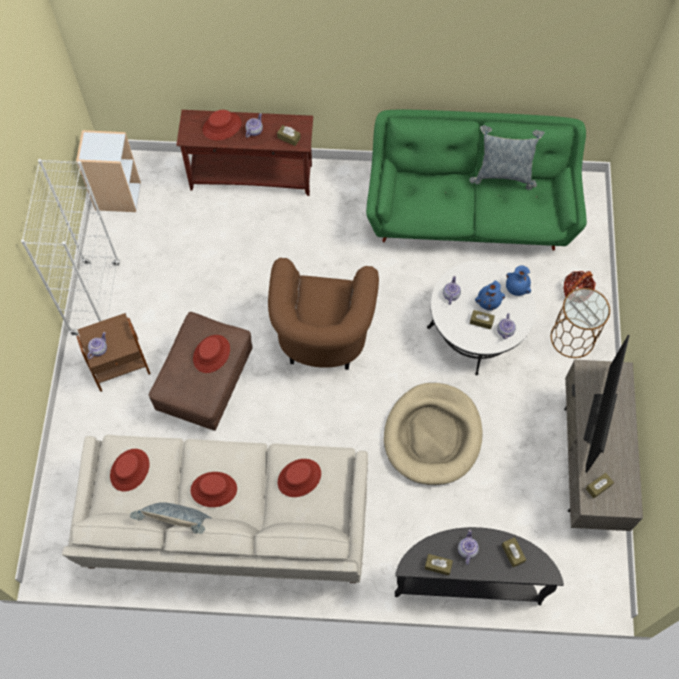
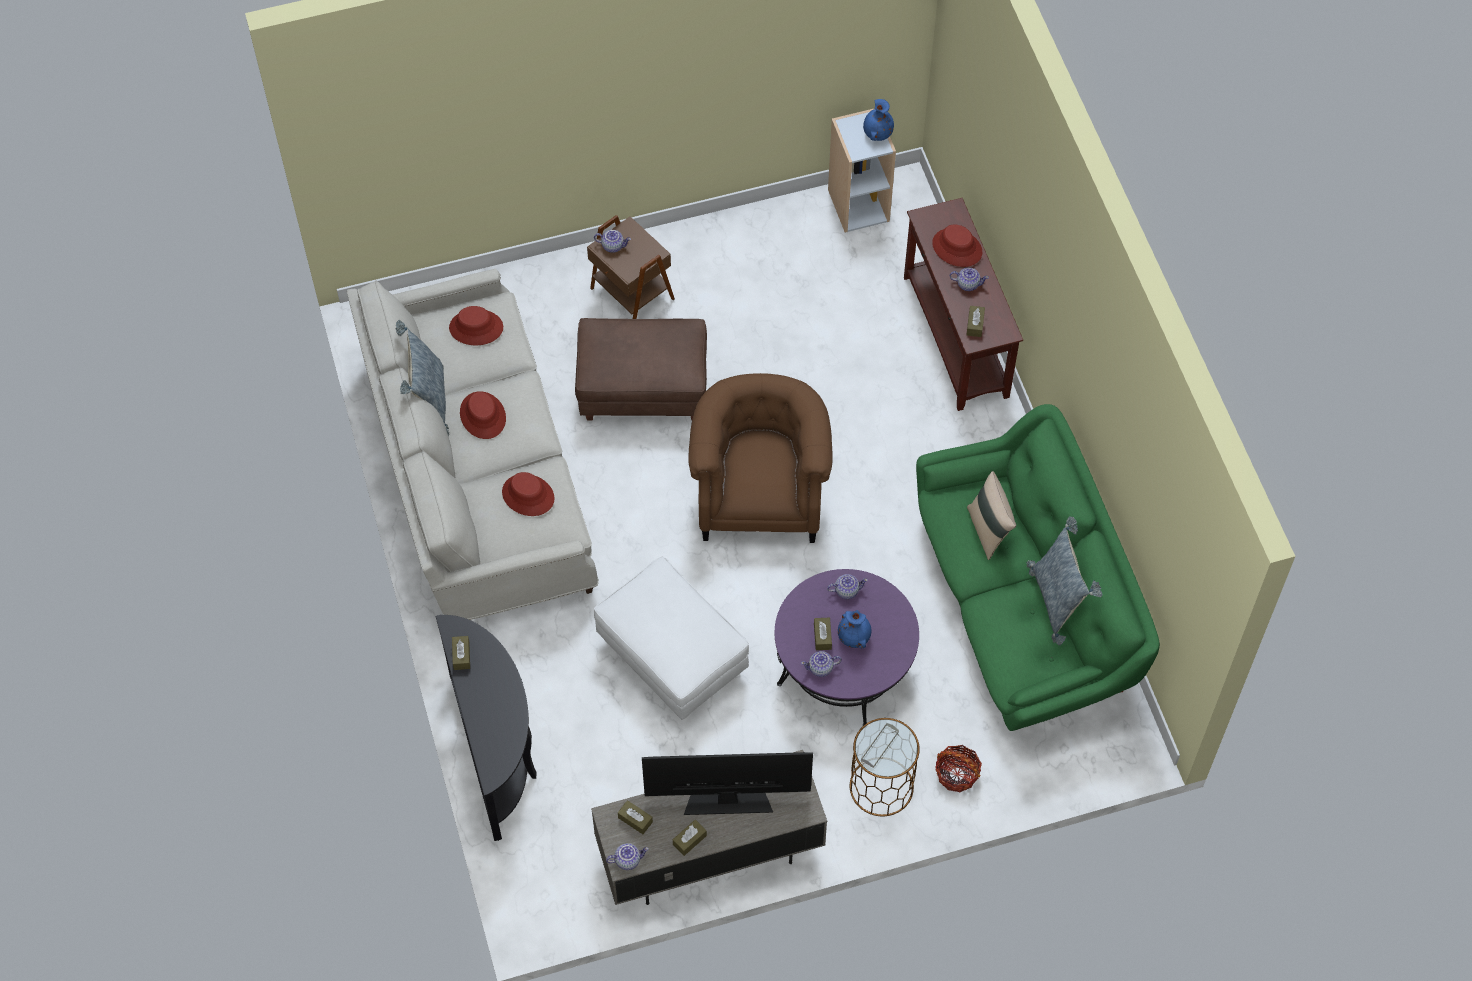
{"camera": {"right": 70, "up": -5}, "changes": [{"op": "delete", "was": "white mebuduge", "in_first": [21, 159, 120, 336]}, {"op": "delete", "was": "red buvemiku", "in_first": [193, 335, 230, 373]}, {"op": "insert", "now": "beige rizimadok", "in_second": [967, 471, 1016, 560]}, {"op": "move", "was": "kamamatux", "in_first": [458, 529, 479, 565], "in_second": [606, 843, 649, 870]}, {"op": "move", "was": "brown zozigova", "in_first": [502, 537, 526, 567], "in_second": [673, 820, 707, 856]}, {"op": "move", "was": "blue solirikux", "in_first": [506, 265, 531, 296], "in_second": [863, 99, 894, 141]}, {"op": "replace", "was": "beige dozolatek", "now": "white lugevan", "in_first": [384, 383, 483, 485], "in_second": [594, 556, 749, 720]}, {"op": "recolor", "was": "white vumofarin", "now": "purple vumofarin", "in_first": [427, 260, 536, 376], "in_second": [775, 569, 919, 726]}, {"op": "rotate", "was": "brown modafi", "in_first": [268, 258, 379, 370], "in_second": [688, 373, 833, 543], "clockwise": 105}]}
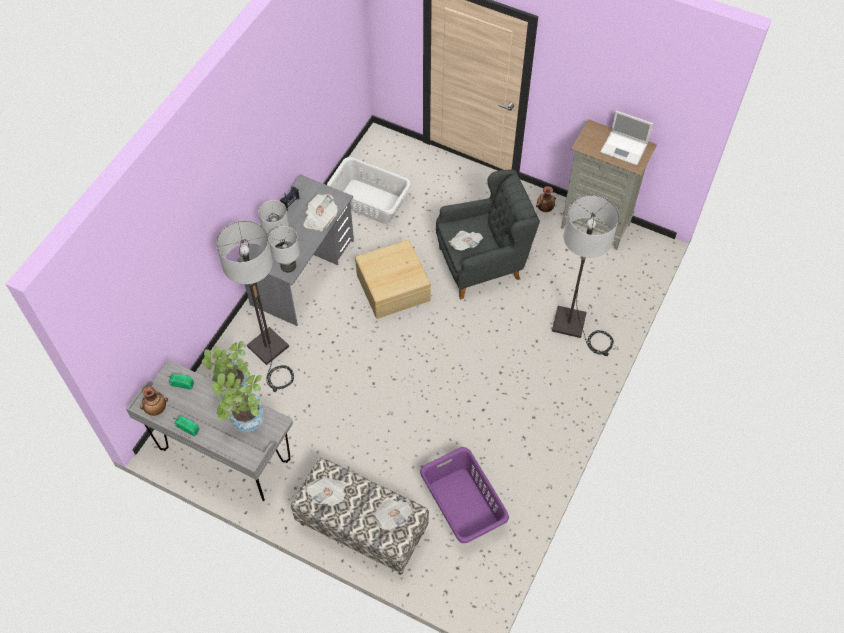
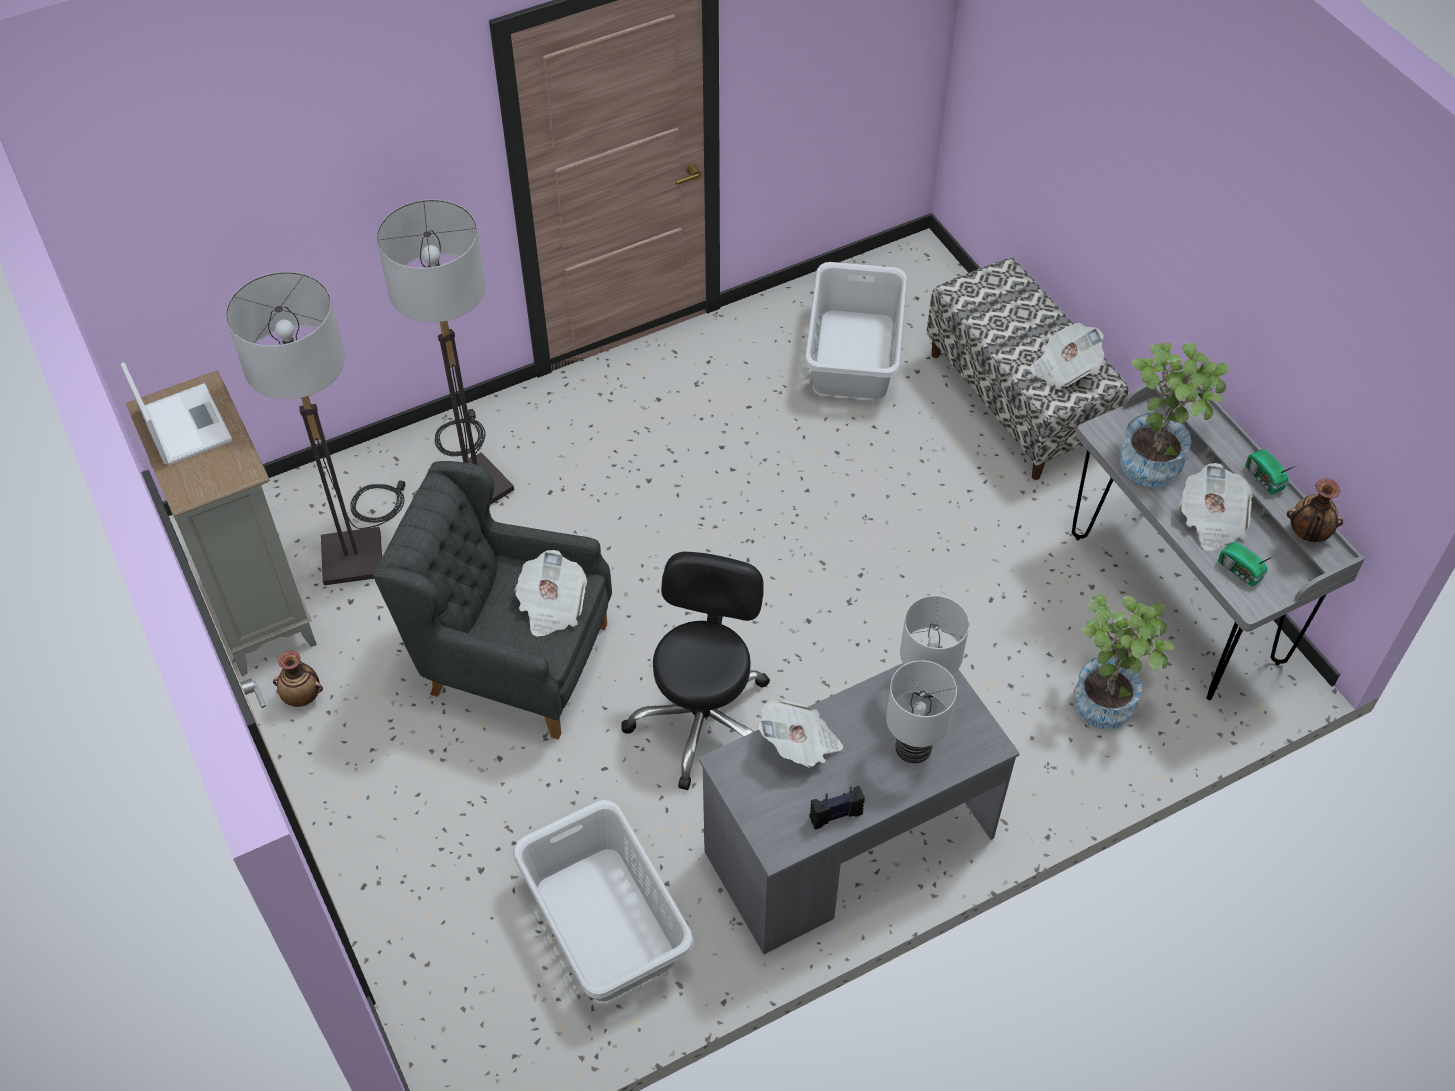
{"camera": {"right": -145, "up": -5}, "changes": [{"op": "move", "was": "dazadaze", "in_first": [216, 221, 294, 392], "in_second": [226, 272, 405, 585]}, {"op": "move", "was": "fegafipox", "in_first": [372, 497, 412, 530], "in_second": [1180, 463, 1253, 551]}, {"op": "replace", "was": "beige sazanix", "now": "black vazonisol", "in_first": [355, 239, 431, 319], "in_second": [621, 552, 770, 790]}, {"op": "recolor", "was": "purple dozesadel", "now": "grey dozesadel", "in_first": [420, 447, 509, 543], "in_second": [805, 262, 907, 399]}]}
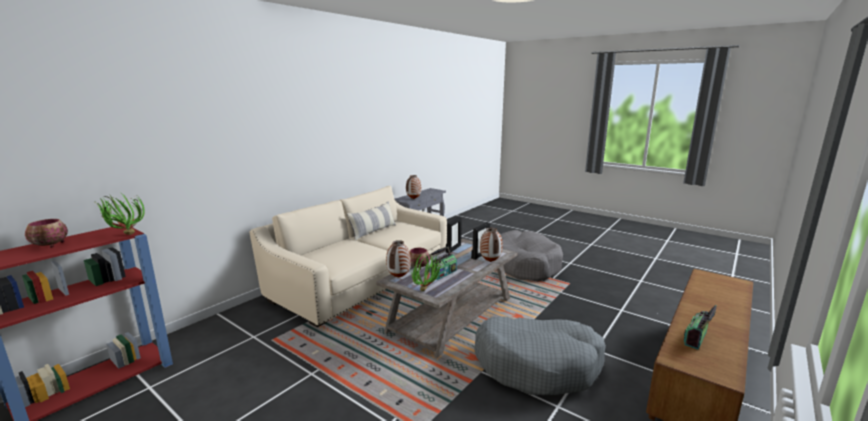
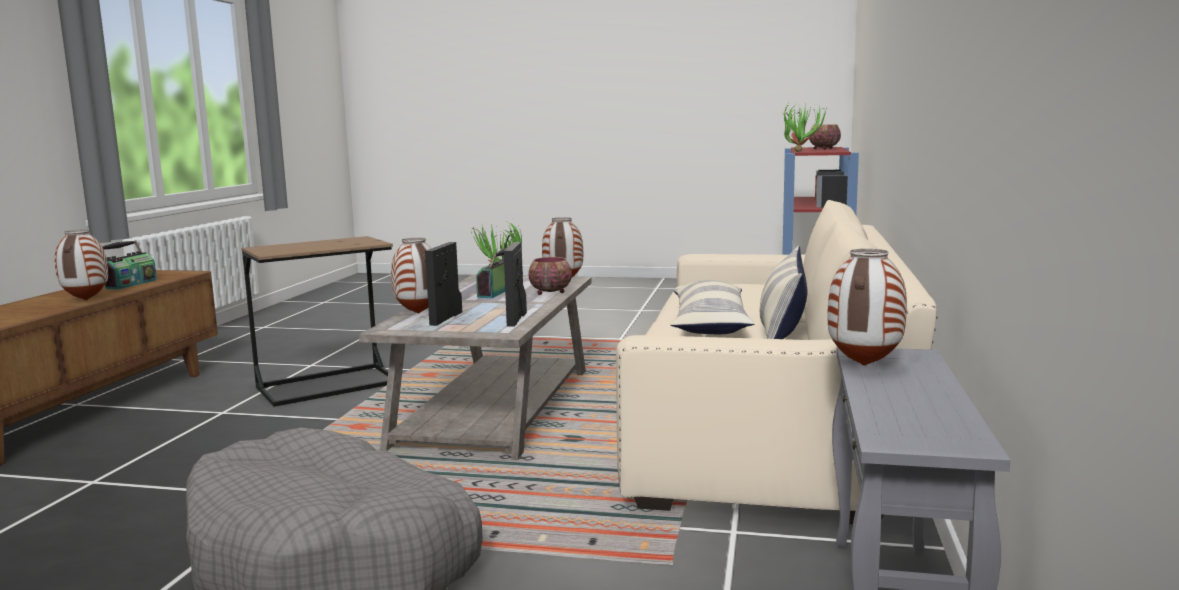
{"camera": {"right": 155, "up": -5}, "changes": [{"op": "insert", "now": "solirikux", "in_second": [55, 230, 108, 300]}, {"op": "insert", "now": "rizimadok", "in_second": [670, 280, 754, 334]}, {"op": "replace", "was": "grey dozolatek", "now": "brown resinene", "in_first": [474, 316, 606, 395], "in_second": [242, 236, 393, 407]}]}
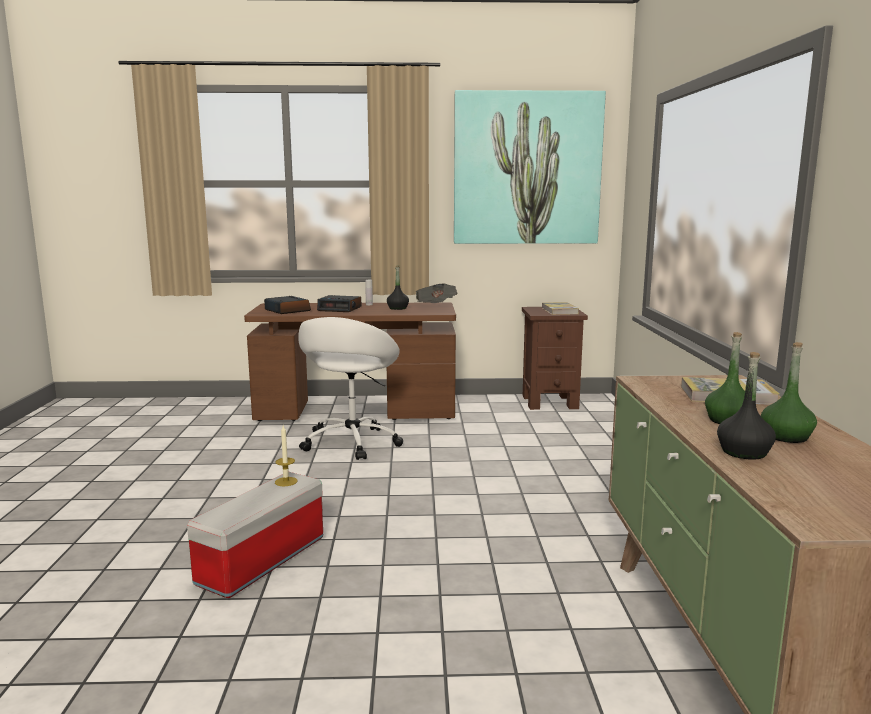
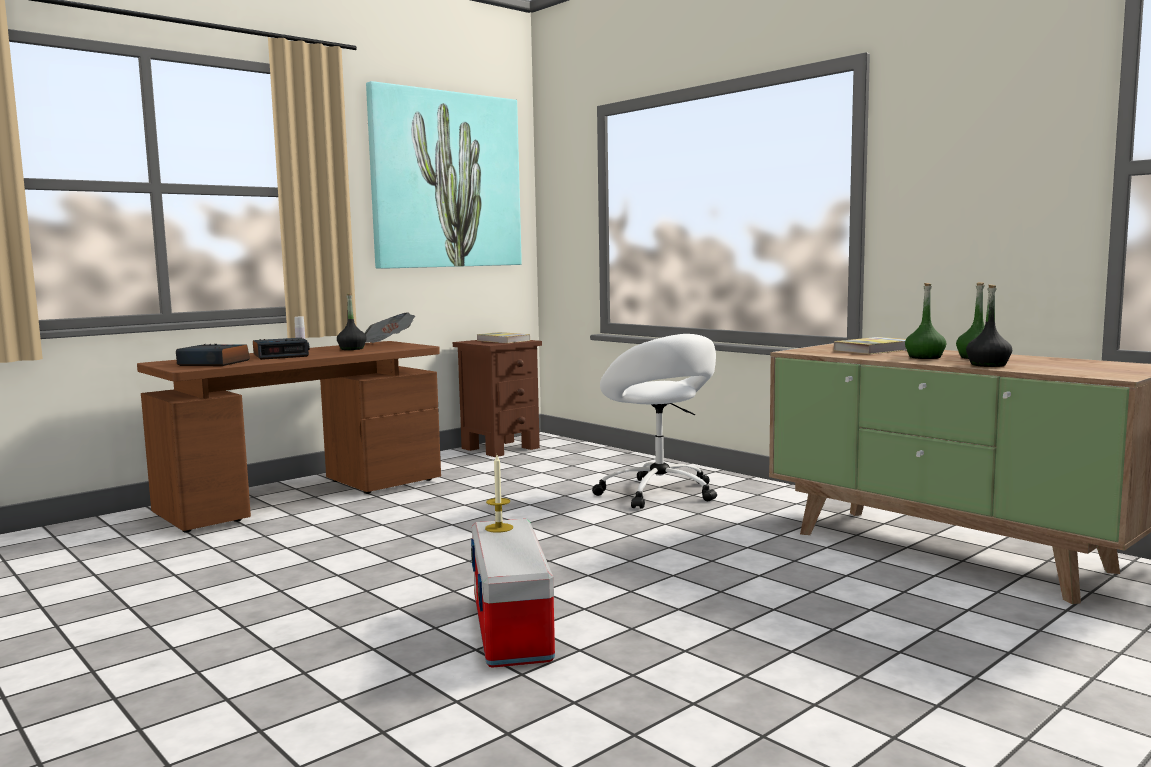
{"camera": {"right": -40, "up": -5}, "changes": [{"op": "move", "was": "white vazonisol", "in_first": [298, 317, 403, 460], "in_second": [592, 334, 717, 509]}]}
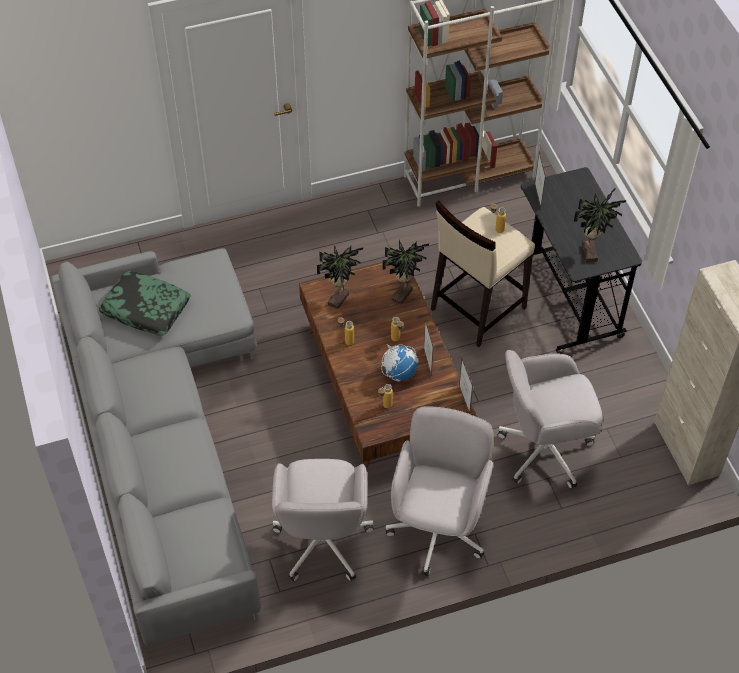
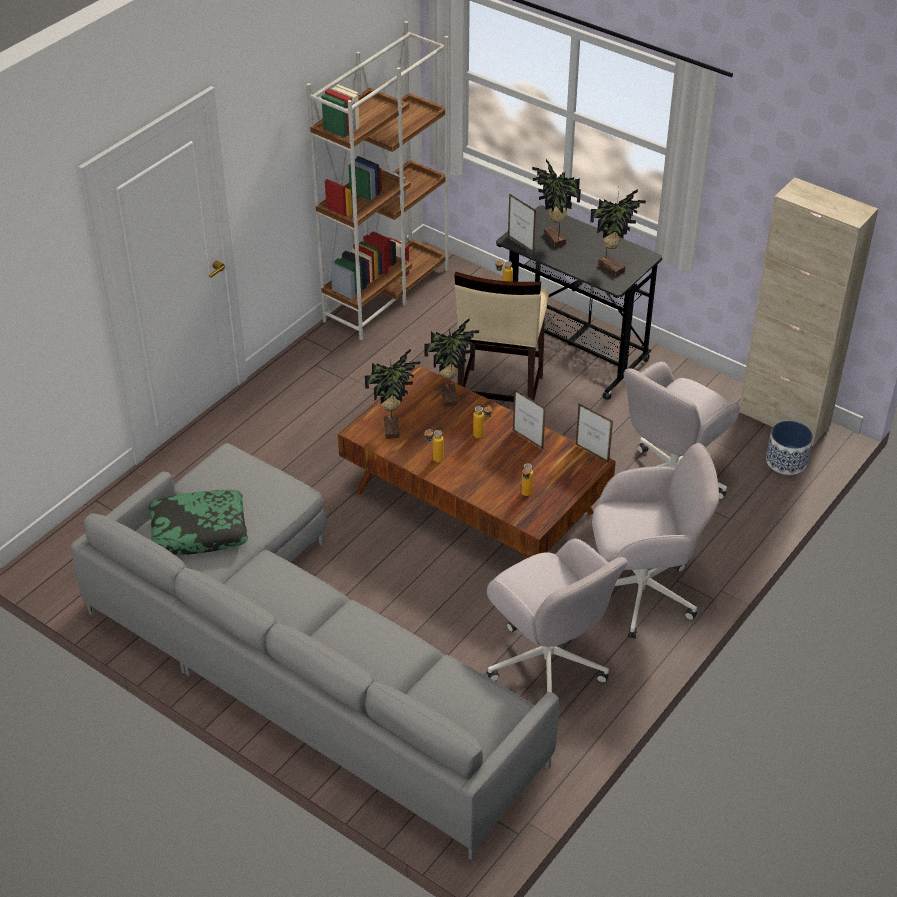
{"camera": {"right": -35, "up": -10}, "changes": [{"op": "delete", "was": "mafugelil", "in_first": [381, 344, 419, 382]}, {"op": "insert", "now": "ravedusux", "in_second": [532, 159, 581, 247]}, {"op": "insert", "now": "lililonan", "in_second": [766, 421, 813, 475]}, {"op": "rotate", "was": "grey vazonisol", "in_first": [386, 406, 494, 576], "in_second": [592, 443, 719, 638], "clockwise": 105}]}
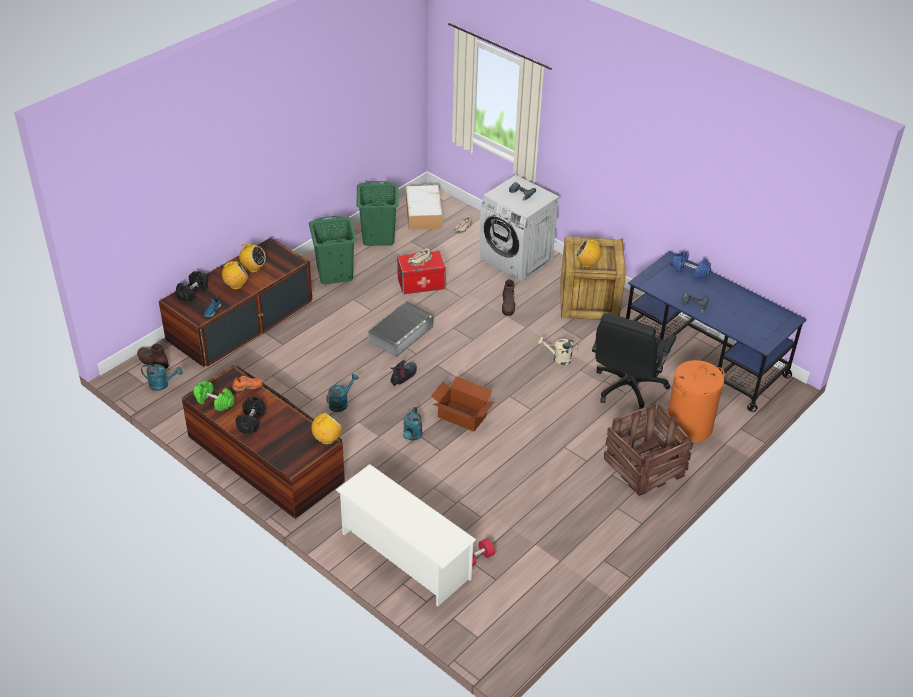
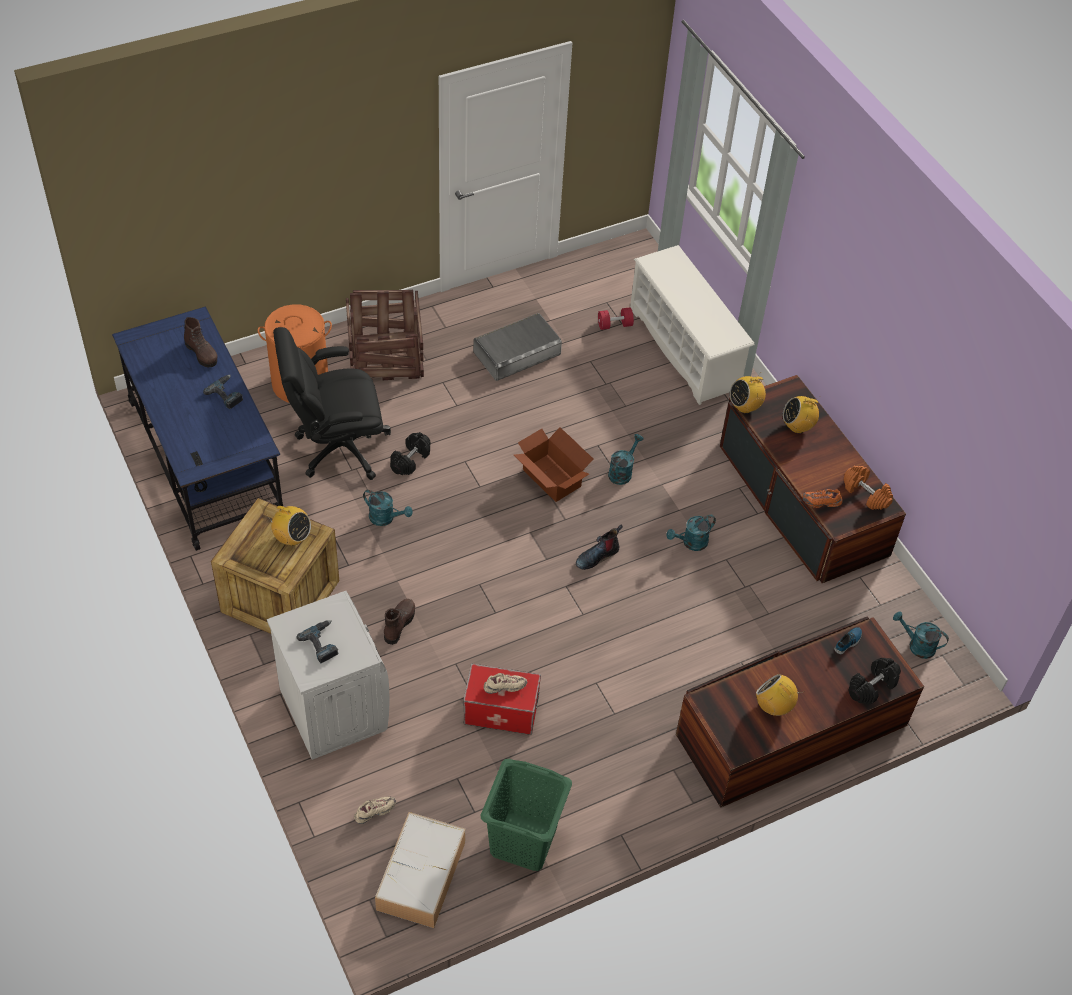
{"camera": {"right": -160, "up": 10}, "changes": [{"op": "delete", "was": "green dozesadel", "in_first": [309, 215, 357, 284]}, {"op": "delete", "was": "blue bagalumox", "in_first": [672, 252, 711, 279]}, {"op": "move", "was": "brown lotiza", "in_first": [137, 344, 169, 369], "in_second": [184, 317, 217, 367]}, {"op": "move", "was": "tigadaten", "in_first": [222, 261, 249, 290], "in_second": [783, 396, 819, 433]}, {"op": "move", "was": "black bagalumox", "in_first": [236, 396, 266, 434], "in_second": [390, 432, 431, 475]}, {"op": "move", "was": "grey sazanix", "in_first": [368, 301, 433, 357], "in_second": [473, 313, 562, 381]}, {"op": "recolor", "was": "green bagalumox", "now": "orange bagalumox", "in_first": [193, 381, 234, 411], "in_second": [844, 466, 893, 510]}, {"op": "recolor", "was": "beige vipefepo", "now": "turquoise vipefepo", "in_first": [538, 337, 578, 365], "in_second": [363, 490, 413, 526]}, {"op": "rotate", "was": "black vazonisol", "in_first": [592, 313, 676, 409], "in_second": [273, 327, 391, 480], "clockwise": -150}]}
